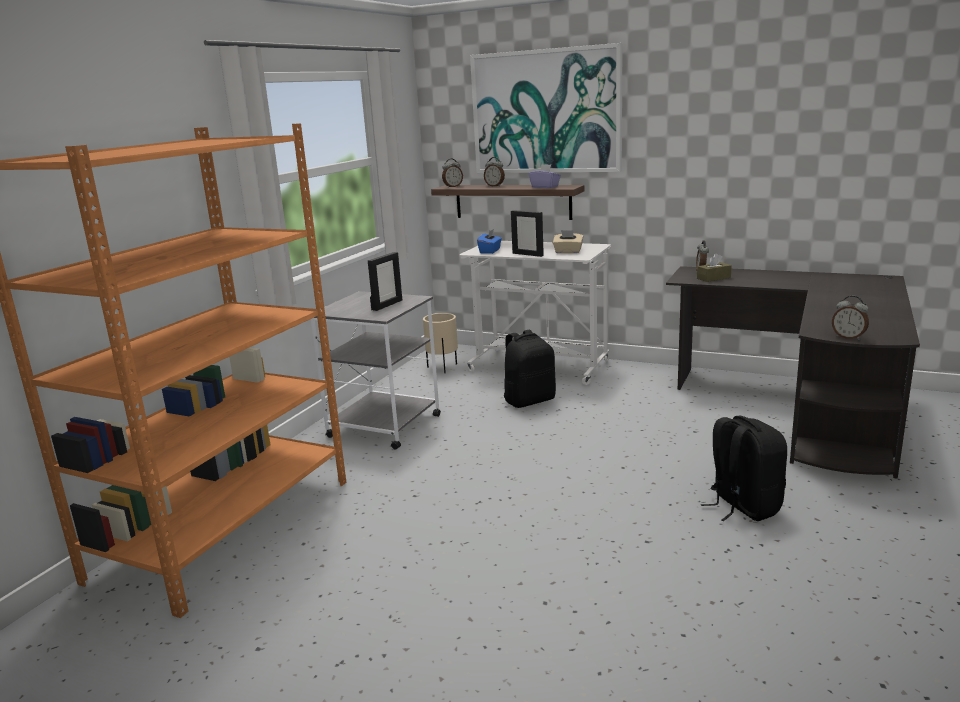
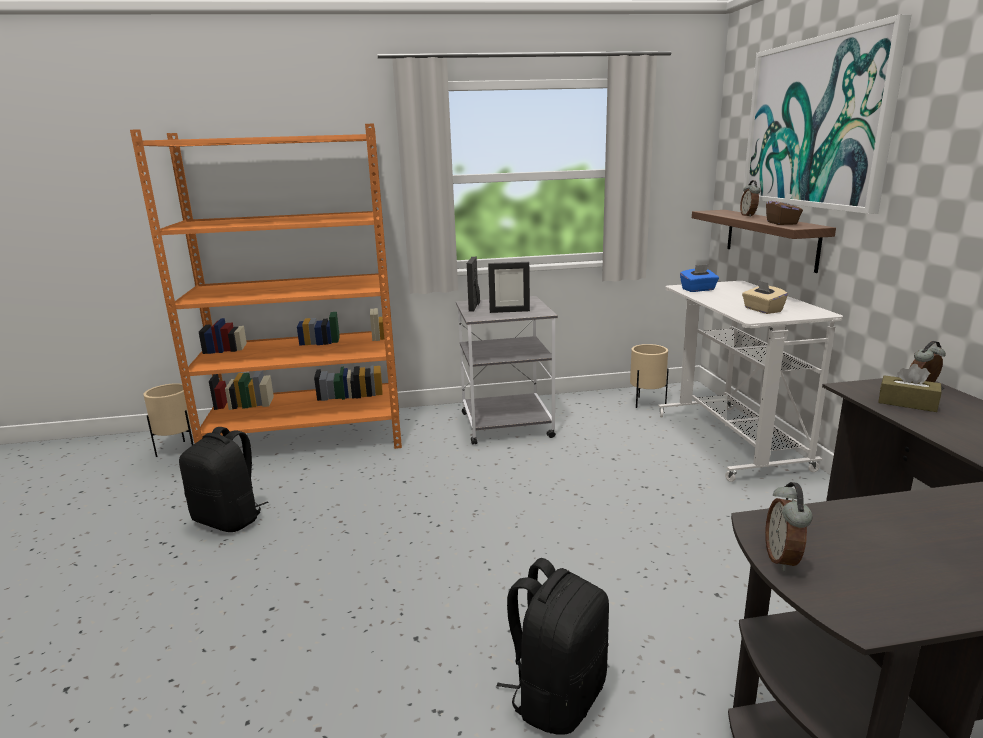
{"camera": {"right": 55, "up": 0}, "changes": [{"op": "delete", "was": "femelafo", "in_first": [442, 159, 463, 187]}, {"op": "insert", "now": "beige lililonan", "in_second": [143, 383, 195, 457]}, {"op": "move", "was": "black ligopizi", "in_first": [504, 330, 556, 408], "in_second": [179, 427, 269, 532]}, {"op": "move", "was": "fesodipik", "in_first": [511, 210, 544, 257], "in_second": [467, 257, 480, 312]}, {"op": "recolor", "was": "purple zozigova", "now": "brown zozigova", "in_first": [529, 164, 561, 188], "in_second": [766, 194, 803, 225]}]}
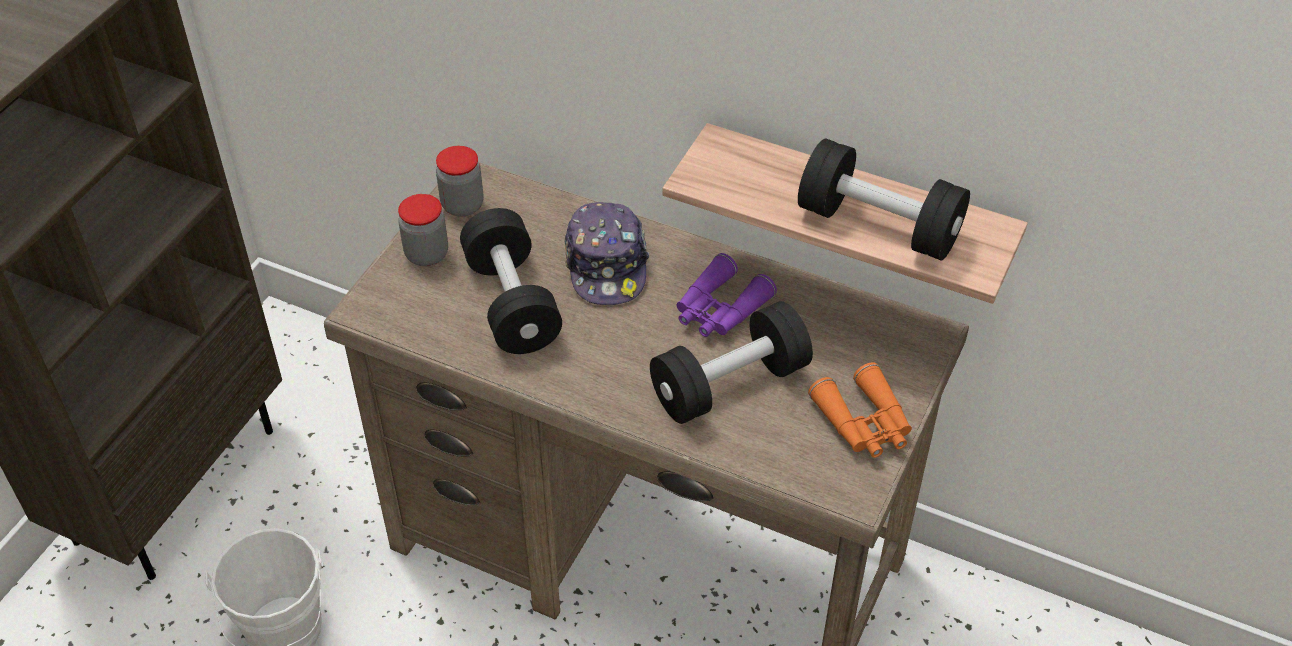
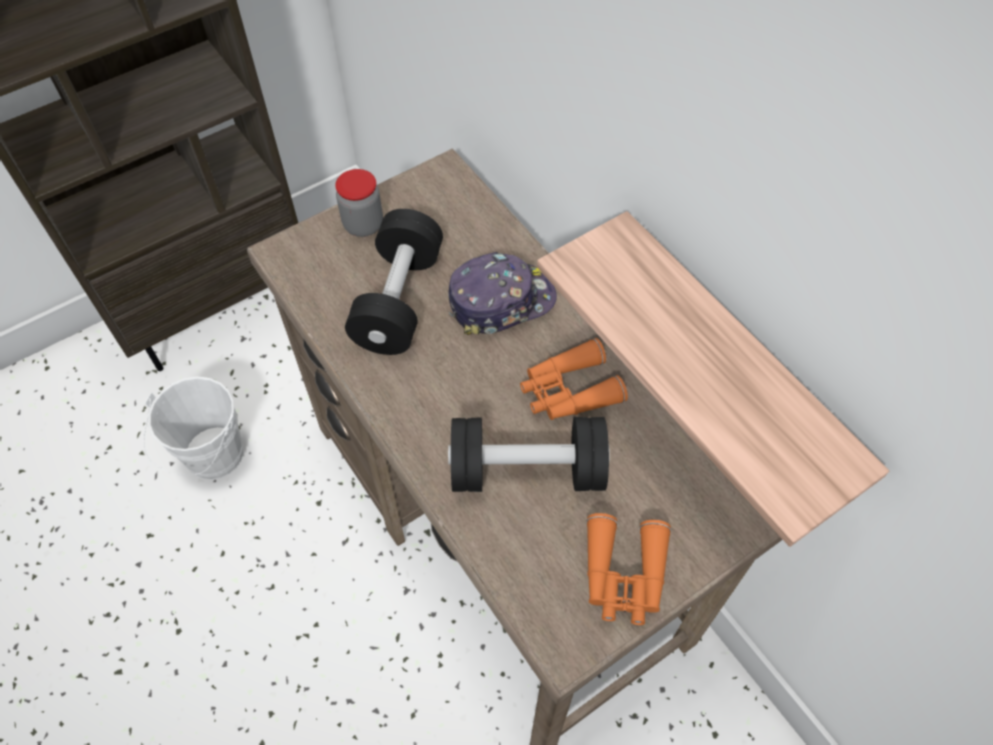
{"camera": {"right": 30, "up": 10}, "changes": [{"op": "delete", "was": "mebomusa", "in_first": [436, 146, 484, 216]}, {"op": "delete", "was": "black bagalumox", "in_first": [798, 139, 970, 261]}, {"op": "recolor", "was": "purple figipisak", "now": "orange figipisak", "in_first": [677, 253, 777, 337], "in_second": [520, 338, 628, 420]}, {"op": "rotate", "was": "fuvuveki", "in_first": [565, 202, 650, 305], "in_second": [448, 252, 557, 335], "clockwise": -135}]}
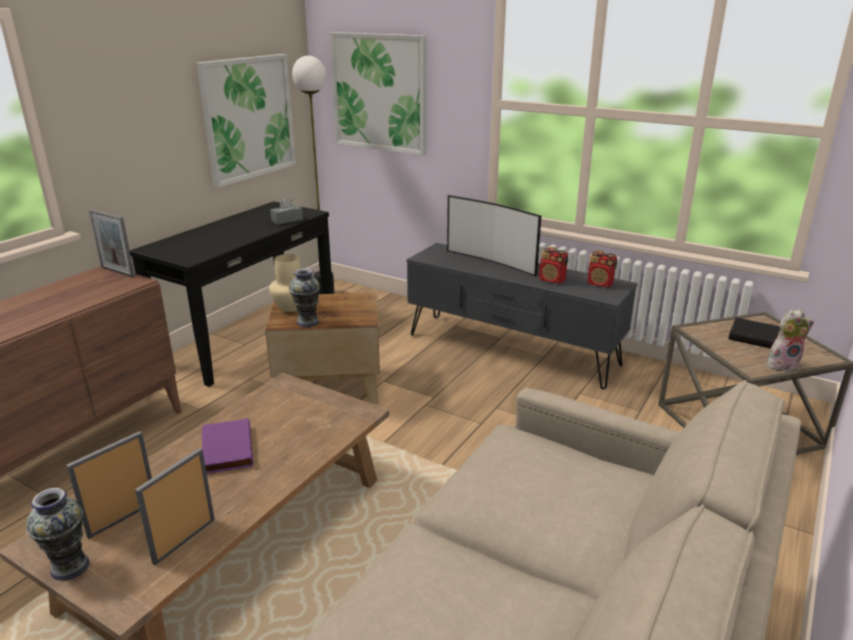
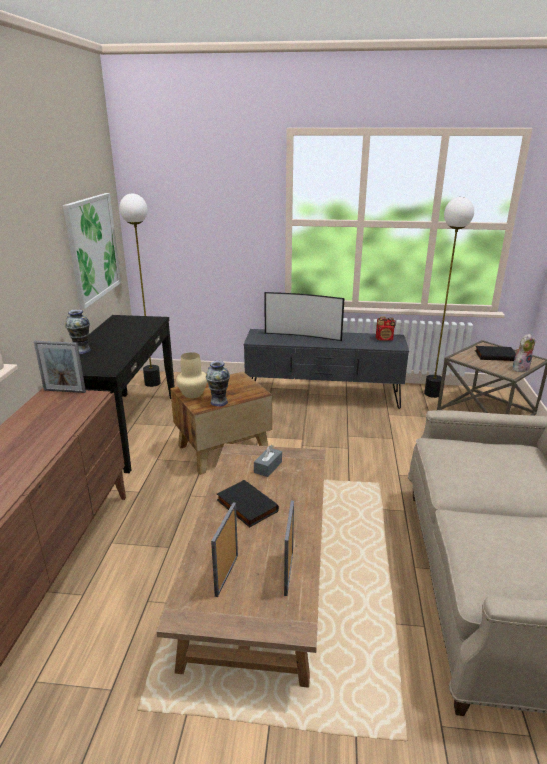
{"camera": {"right": -25, "up": 0}, "changes": [{"op": "delete", "was": "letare", "in_first": [330, 32, 426, 155]}, {"op": "delete", "was": "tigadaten", "in_first": [539, 247, 568, 284]}, {"op": "insert", "now": "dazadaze", "in_second": [424, 197, 474, 398]}, {"op": "move", "was": "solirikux", "in_first": [26, 488, 89, 581], "in_second": [65, 309, 91, 354]}, {"op": "move", "was": "grey zozigova", "in_first": [270, 197, 303, 225], "in_second": [254, 445, 282, 477]}, {"op": "recolor", "was": "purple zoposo", "now": "black zoposo", "in_first": [202, 418, 253, 474], "in_second": [217, 480, 279, 527]}]}
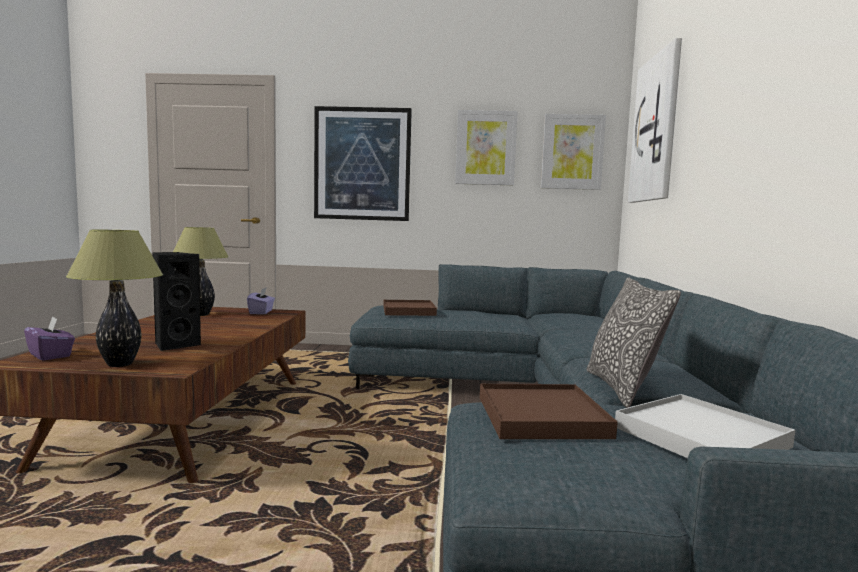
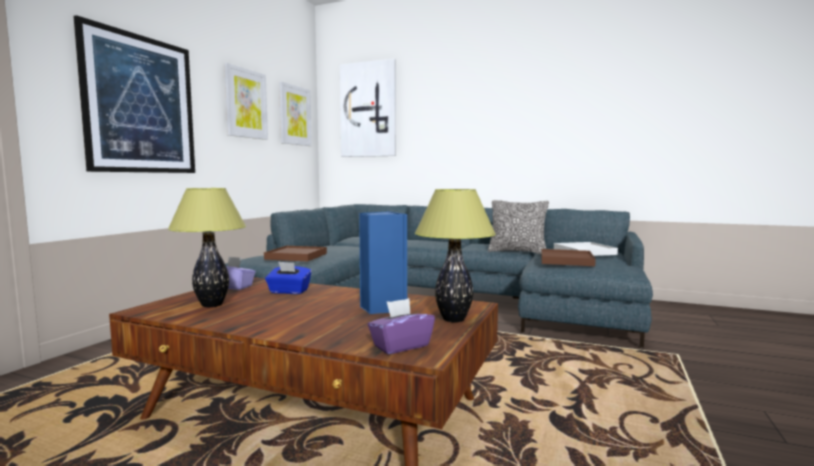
{"camera": {"right": -70, "up": 0}, "changes": [{"op": "insert", "now": "blue zozigova", "in_second": [265, 261, 312, 294]}, {"op": "recolor", "was": "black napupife", "now": "blue napupife", "in_first": [153, 252, 201, 351], "in_second": [359, 211, 407, 314]}]}
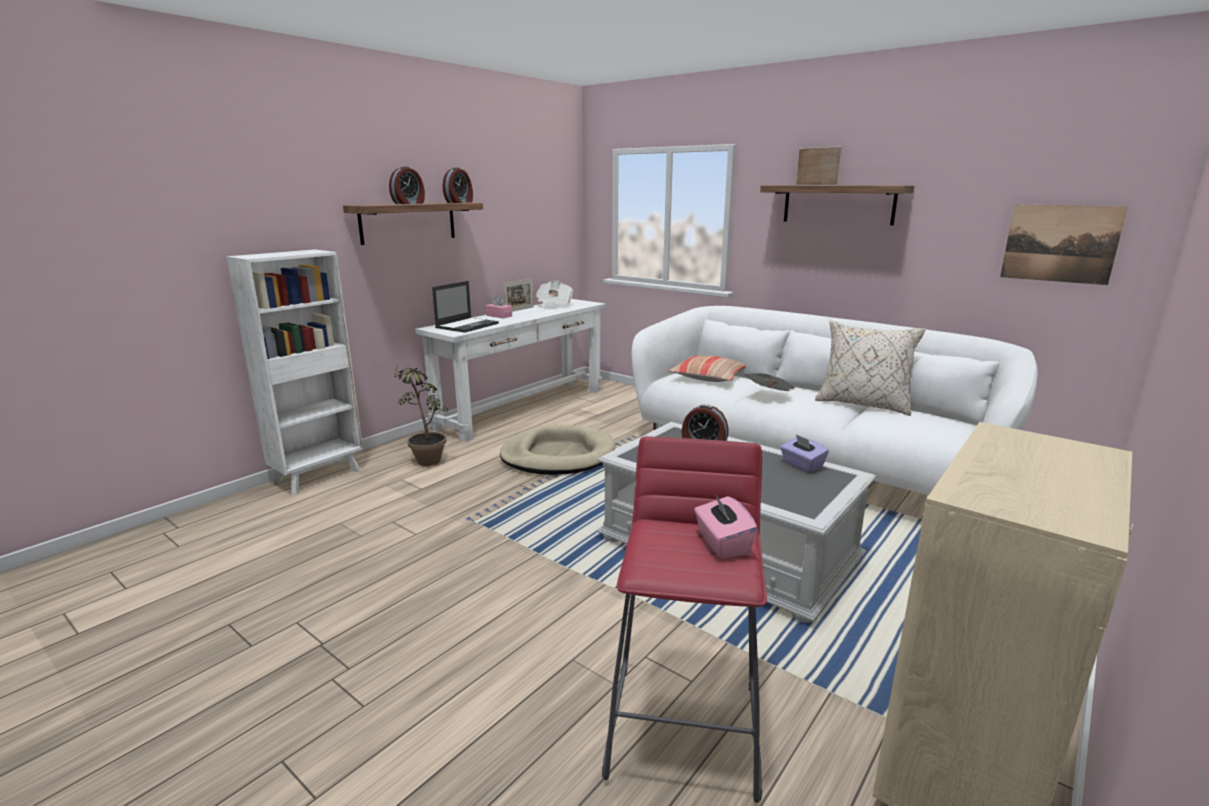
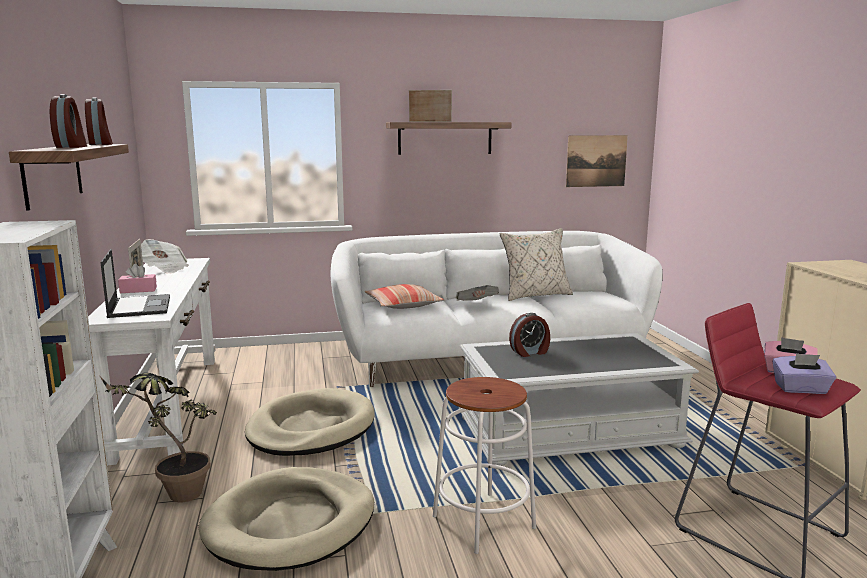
{"camera": {"right": -50, "up": -5}, "changes": [{"op": "insert", "now": "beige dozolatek", "in_second": [199, 467, 374, 571]}, {"op": "insert", "now": "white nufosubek", "in_second": [433, 377, 536, 554]}, {"op": "move", "was": "purple zozigova", "in_first": [780, 434, 829, 473], "in_second": [773, 353, 836, 394]}]}
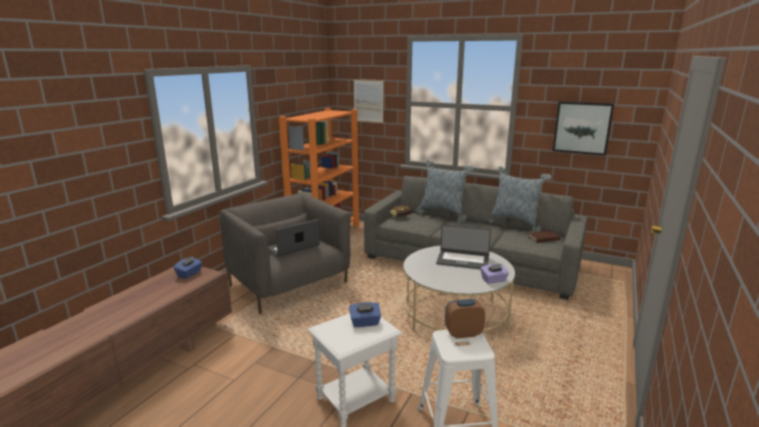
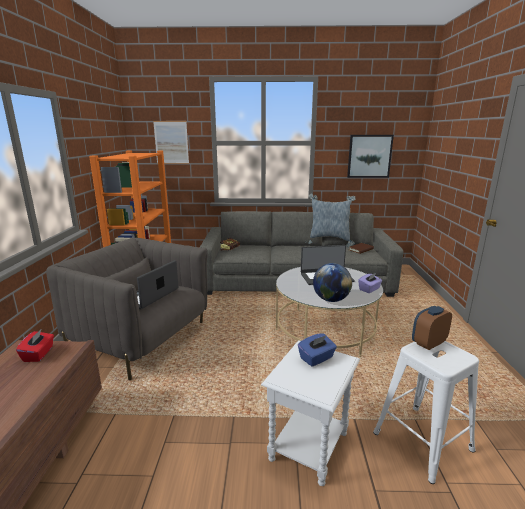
{"camera": {"right": -25, "up": 0}, "changes": [{"op": "delete", "was": "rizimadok", "in_first": [415, 160, 474, 223]}, {"op": "insert", "now": "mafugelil", "in_second": [313, 263, 352, 302]}, {"op": "recolor", "was": "blue zozigova", "now": "red zozigova", "in_first": [174, 256, 202, 279], "in_second": [16, 330, 54, 362]}]}
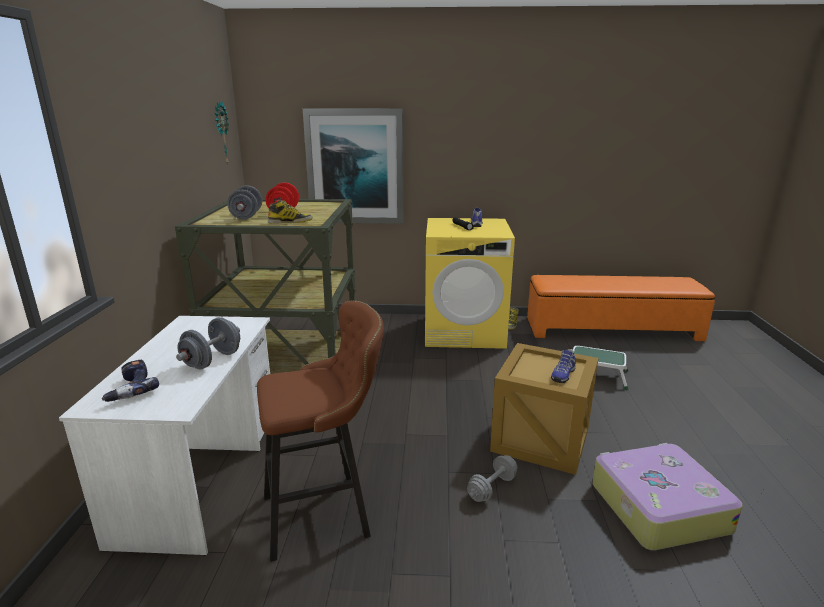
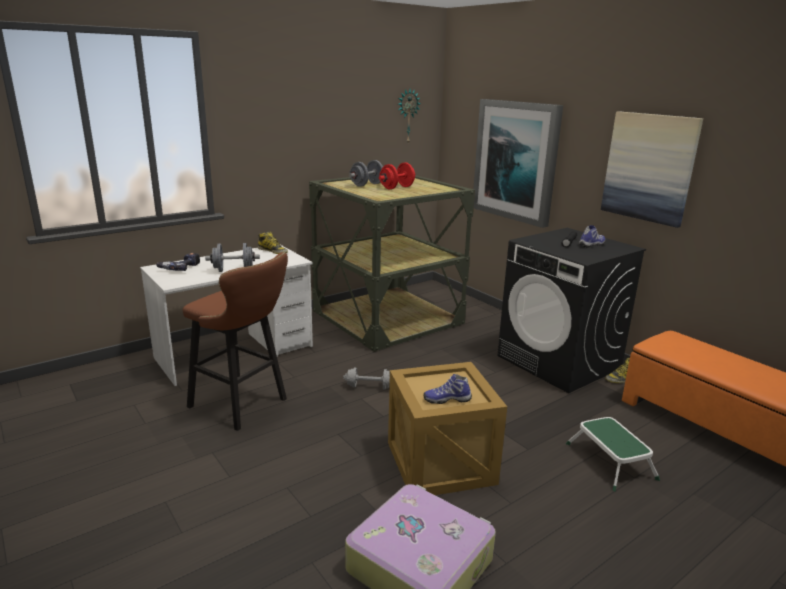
{"camera": {"right": 50, "up": 0}, "changes": [{"op": "insert", "now": "letare", "in_second": [601, 111, 703, 228]}, {"op": "move", "was": "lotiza", "in_first": [268, 200, 313, 224], "in_second": [258, 232, 288, 254]}, {"op": "move", "was": "grey bagalumox", "in_first": [467, 455, 518, 502], "in_second": [343, 368, 390, 390]}, {"op": "recolor", "was": "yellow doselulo", "now": "black doselulo", "in_first": [425, 218, 515, 349], "in_second": [497, 228, 646, 393]}]}
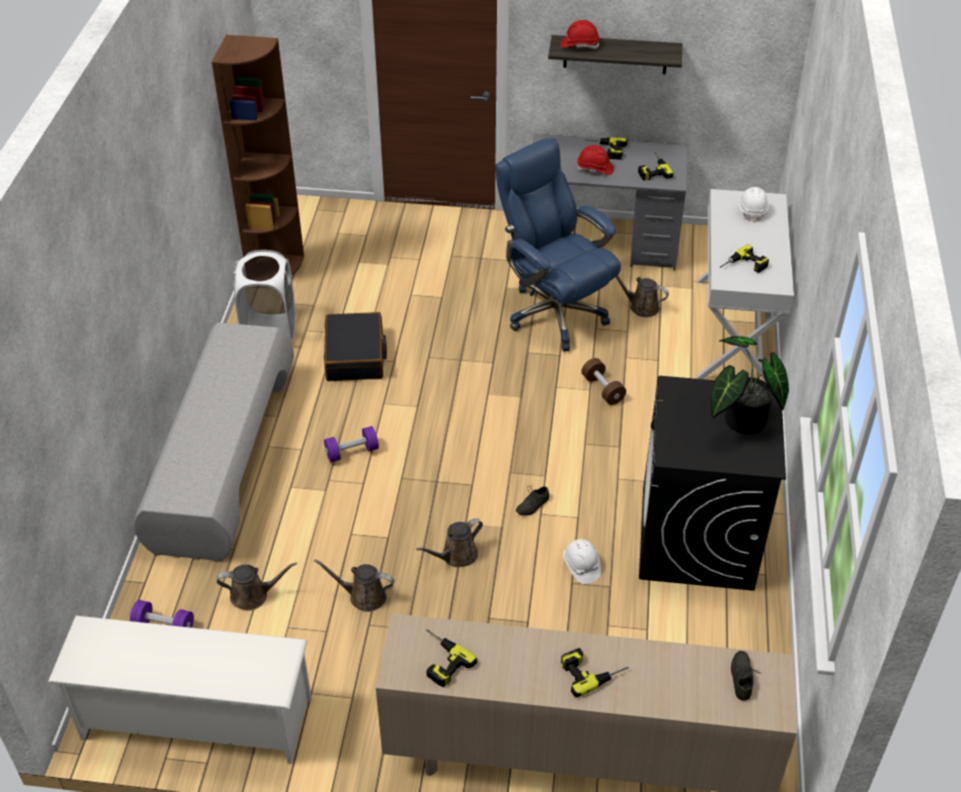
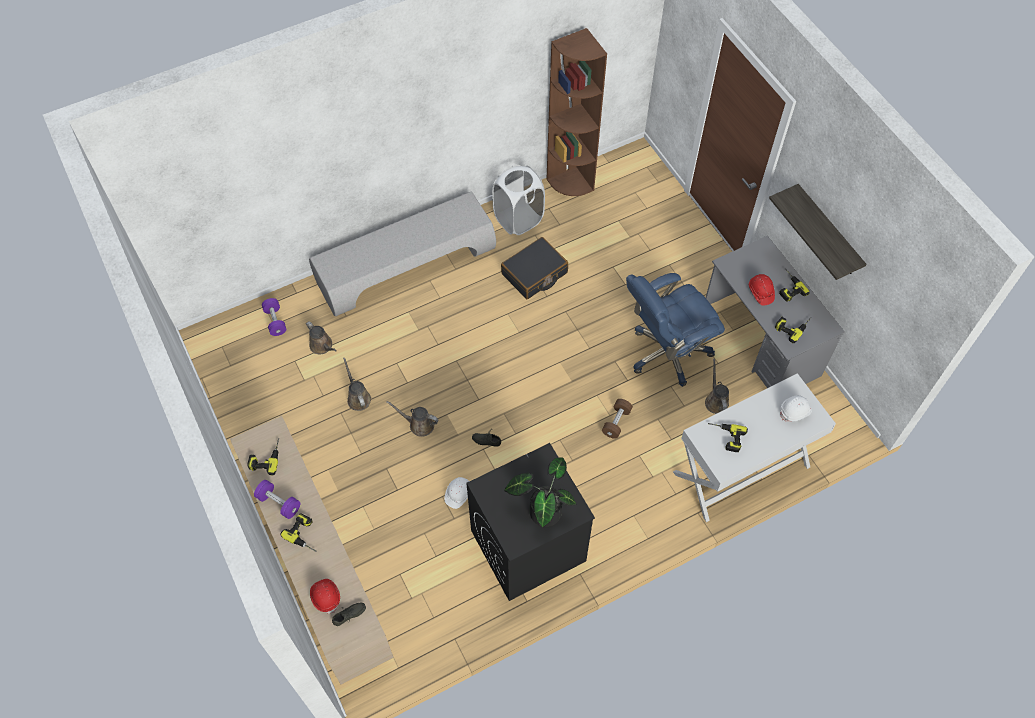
{"camera": {"right": 55, "up": 15}, "changes": [{"op": "delete", "was": "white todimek", "in_first": [48, 616, 312, 764]}, {"op": "move", "was": "purple bagalumox", "in_first": [324, 426, 379, 462], "in_second": [254, 480, 300, 519]}, {"op": "move", "was": "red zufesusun", "in_first": [561, 20, 600, 49], "in_second": [310, 579, 340, 613]}, {"op": "rotate", "was": "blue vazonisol", "in_first": [495, 138, 621, 352], "in_second": [626, 273, 725, 387], "clockwise": -135}]}
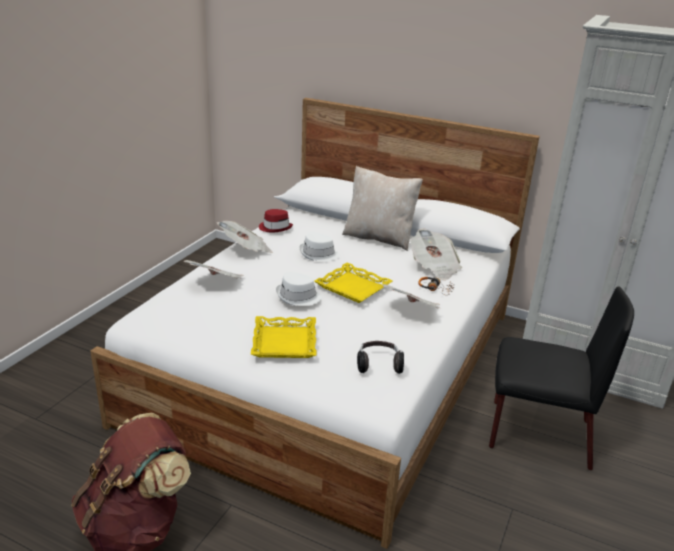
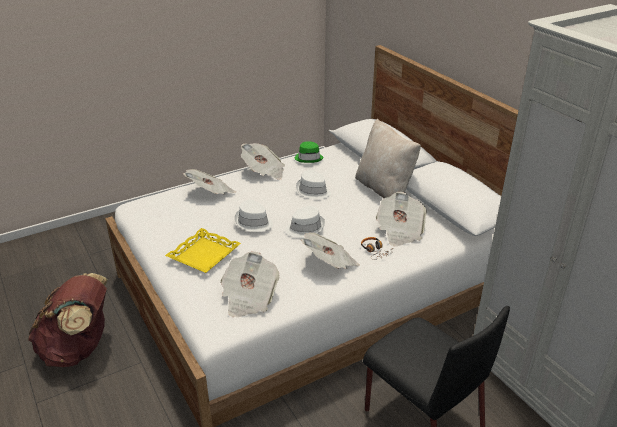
{"camera": {"right": 35, "up": 5}, "changes": [{"op": "replace", "was": "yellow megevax", "now": "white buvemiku", "in_first": [315, 263, 393, 303], "in_second": [285, 206, 325, 238]}, {"op": "replace", "was": "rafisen", "now": "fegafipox", "in_first": [357, 341, 404, 374], "in_second": [220, 252, 280, 317]}, {"op": "recolor", "was": "red buvemiku", "now": "green buvemiku", "in_first": [259, 209, 293, 233], "in_second": [295, 141, 324, 163]}]}
